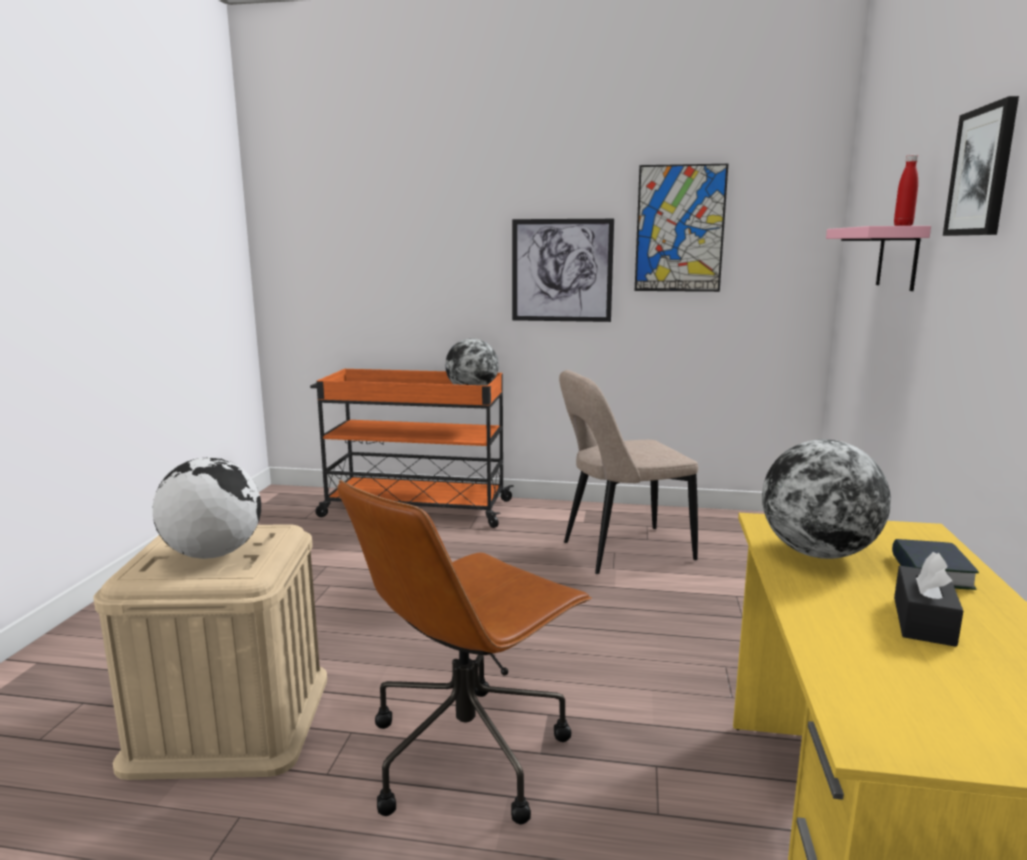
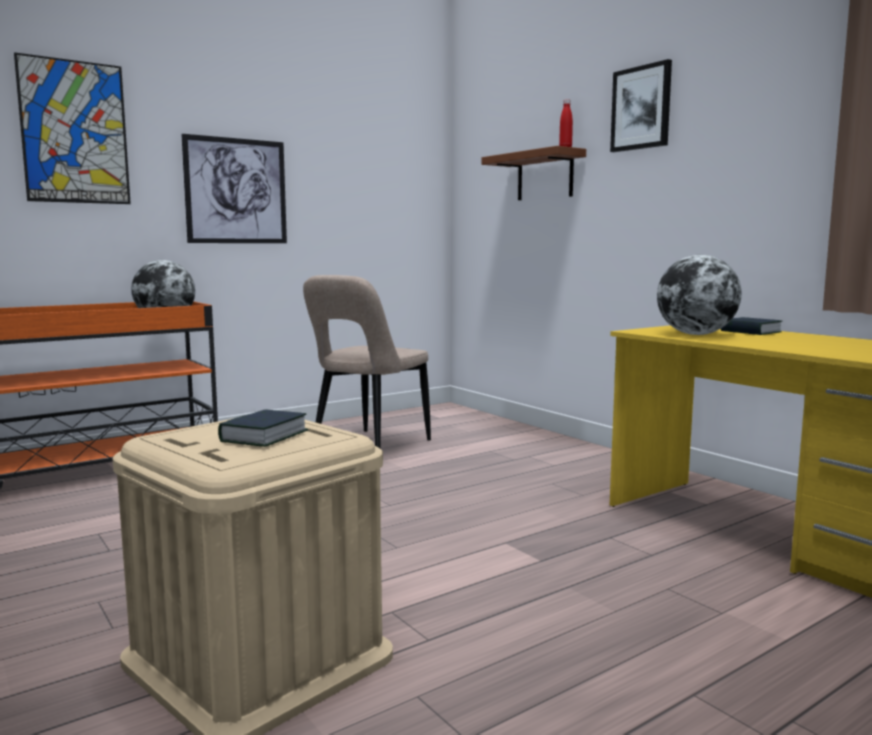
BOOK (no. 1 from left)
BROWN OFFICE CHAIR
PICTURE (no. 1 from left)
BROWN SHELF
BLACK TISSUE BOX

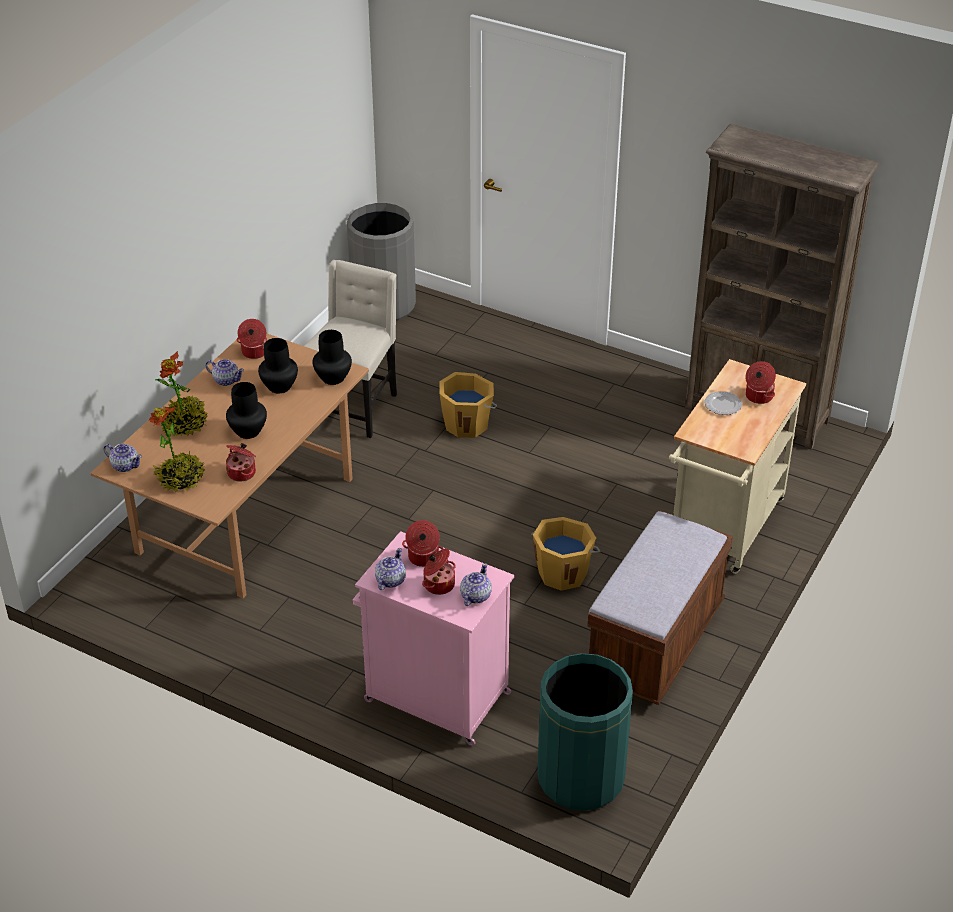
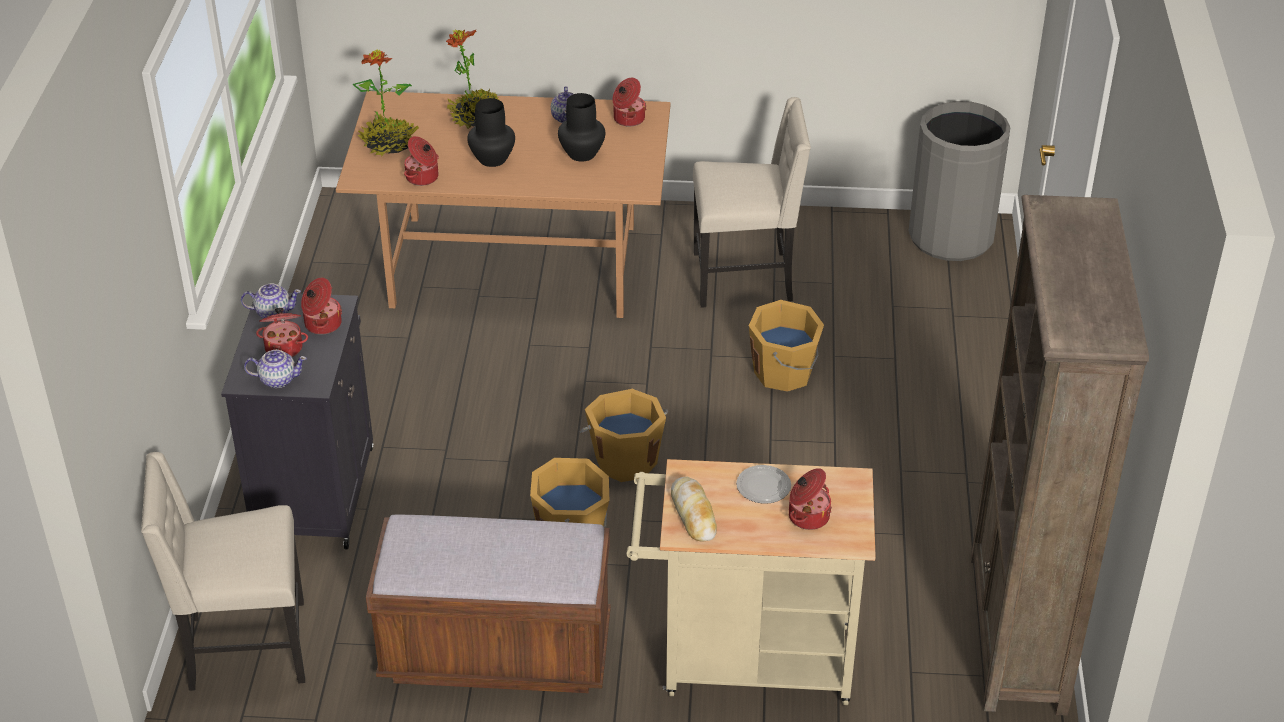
TEAPOT (no. 1 from left in the first image)
BLACK VASE (no. 3 from left in the first image)
BLACK CABINET
BEIGE CHAIR (no. 1 from left)
ORANGE BUCKET (no. 2 from left)
BREAD

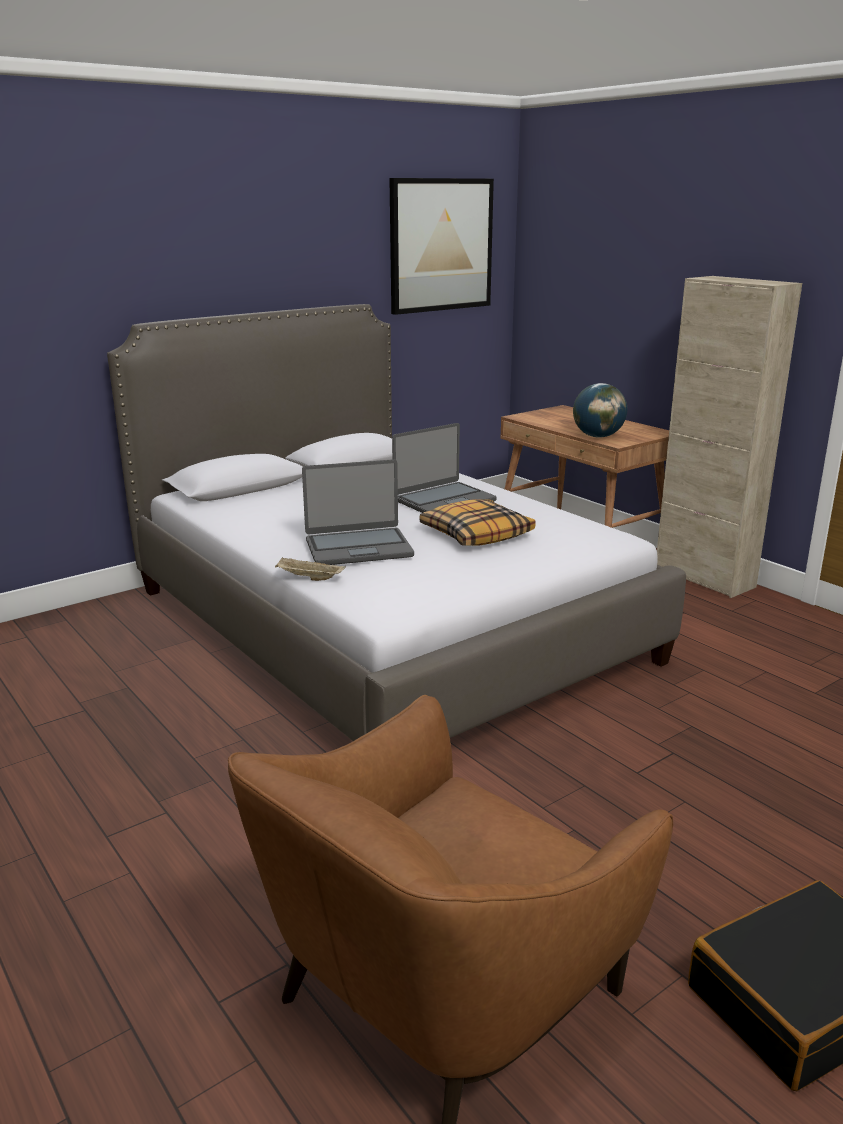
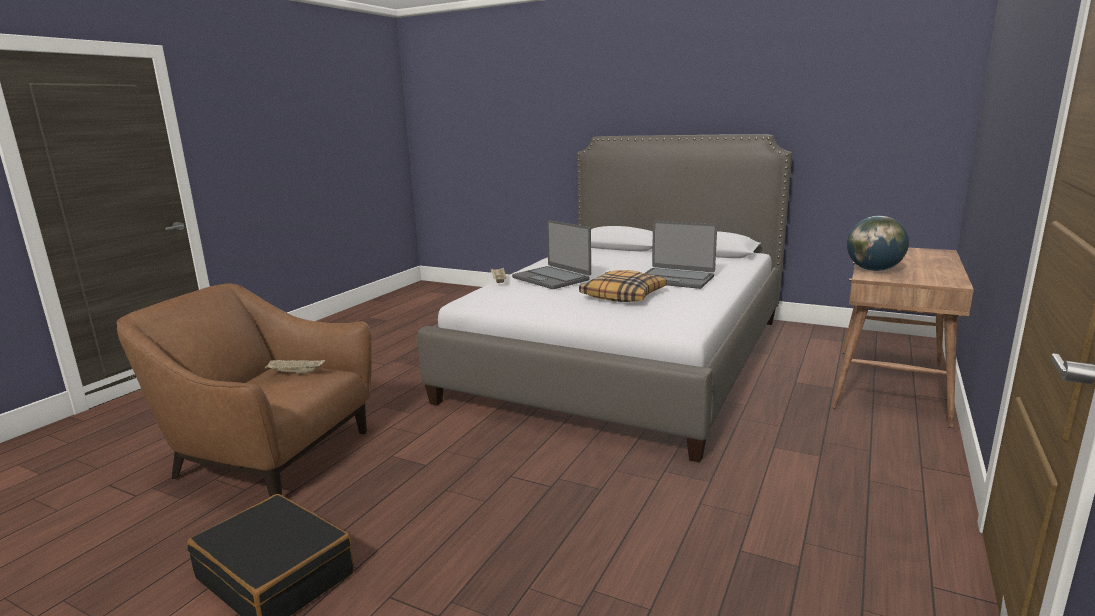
PICTURE
BEIGE CABINET
BEIGE TRAY (no. 1 from left)

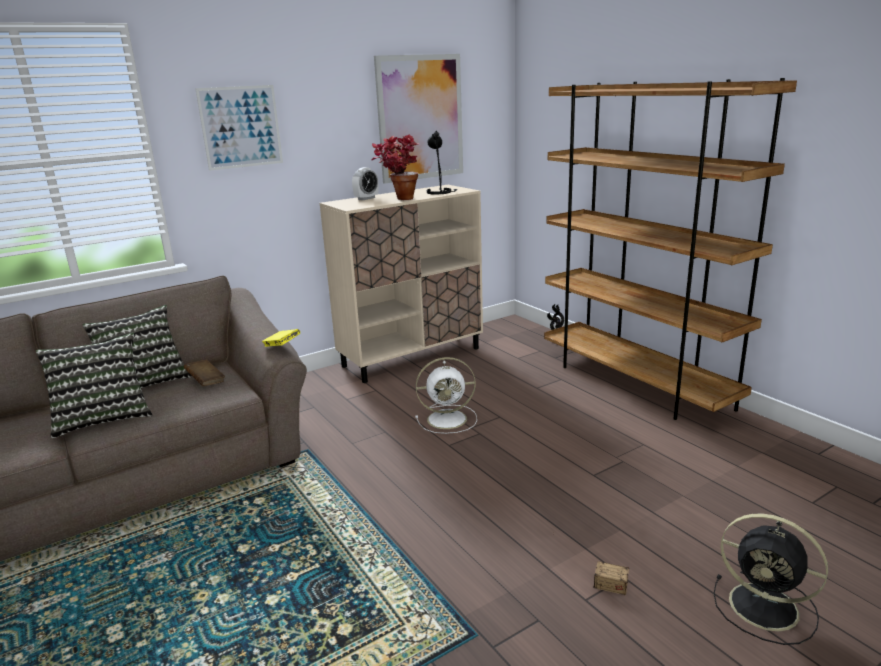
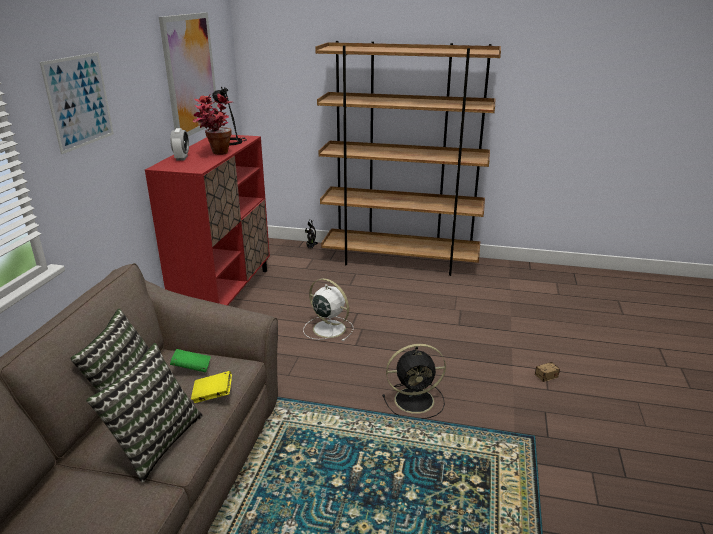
GREEN BOOK
YELLOW BOOK
RED CABINET
WHITE FAN
BLACK FAN

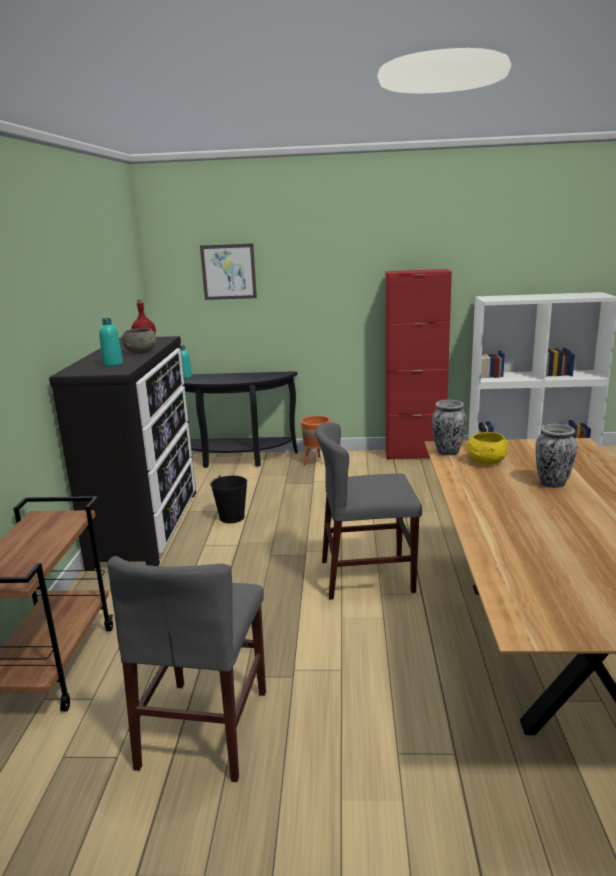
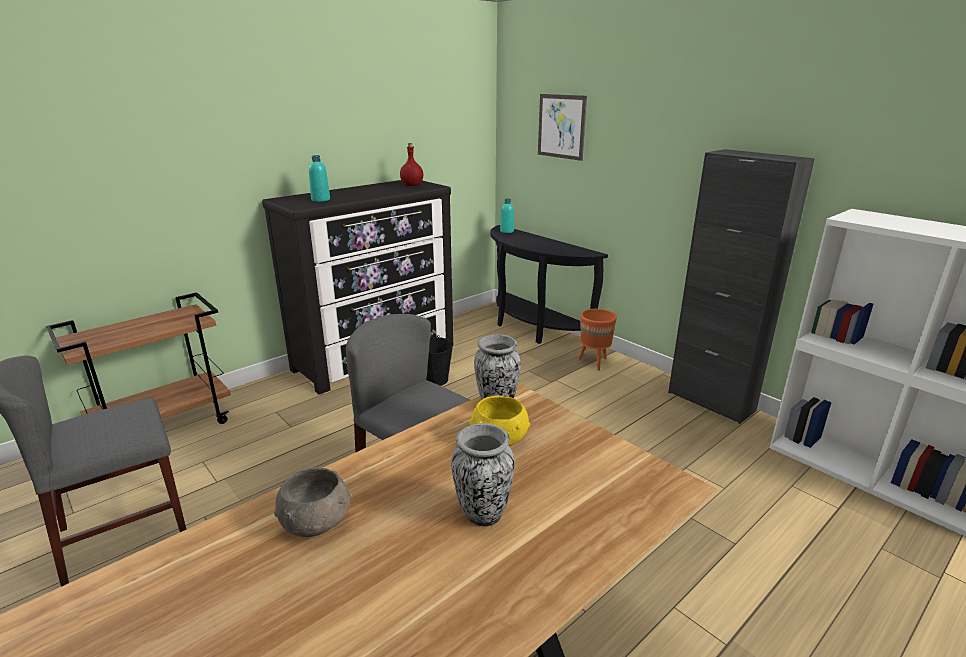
GREY BOWL
BLACK CABINET

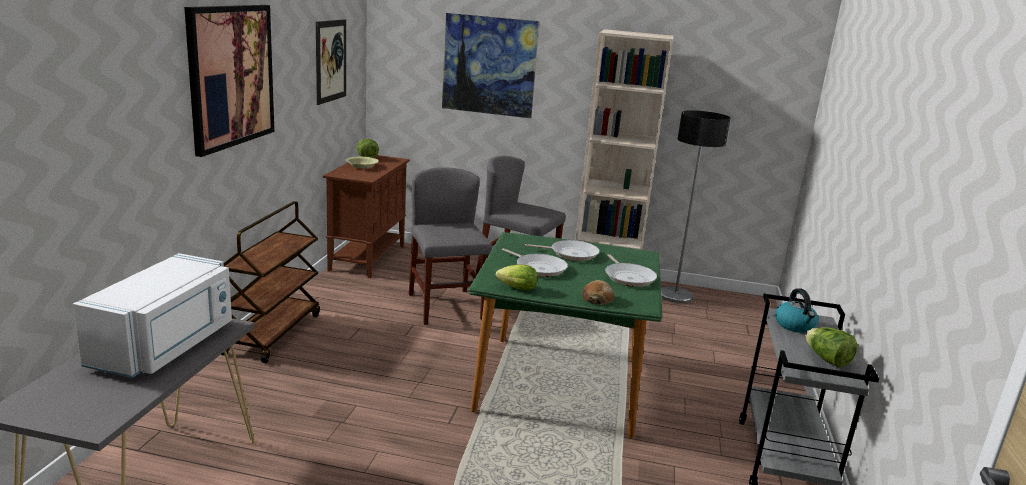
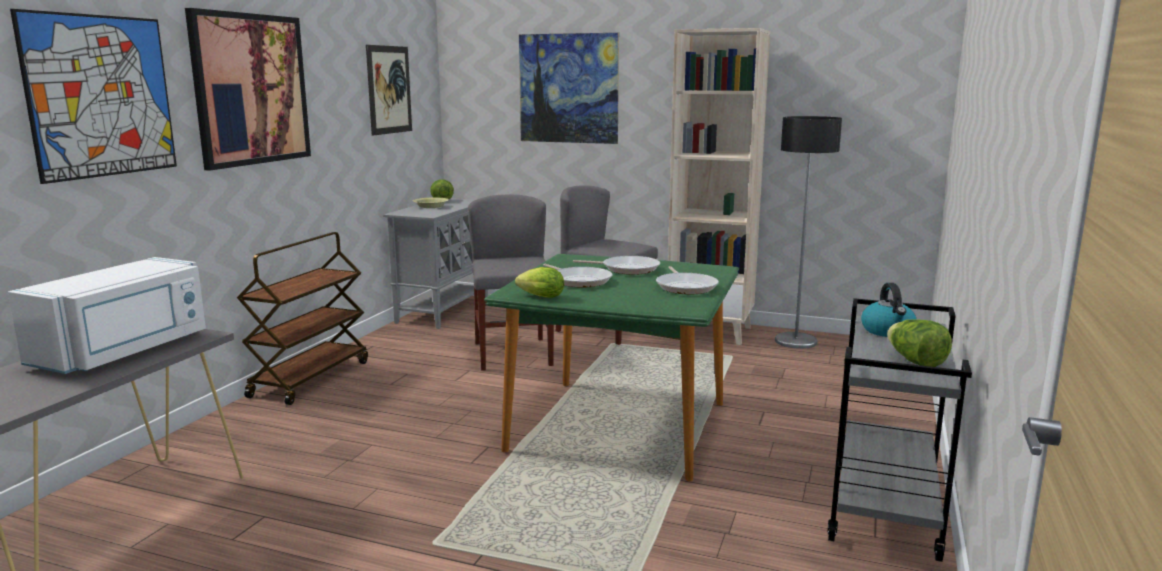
GREY CABINET
BREAD
PICTURE (no. 1 from left)

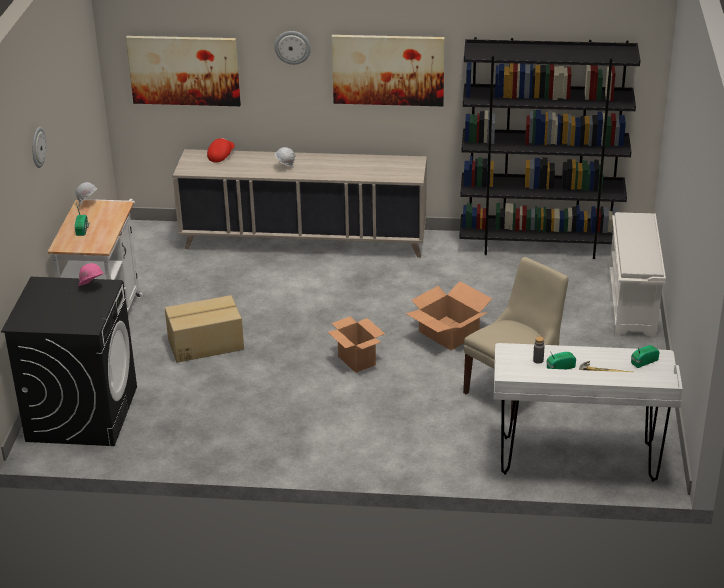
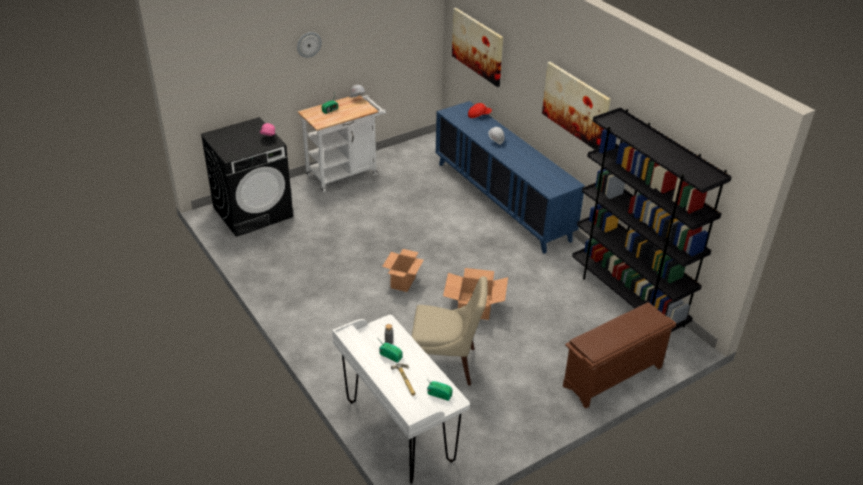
CARDBOARD BOX (no. 1 from left in the first image)
BLUE CABINET
WALL CLOCK (no. 2 from left in the first image)
BROWN SHOE RACK

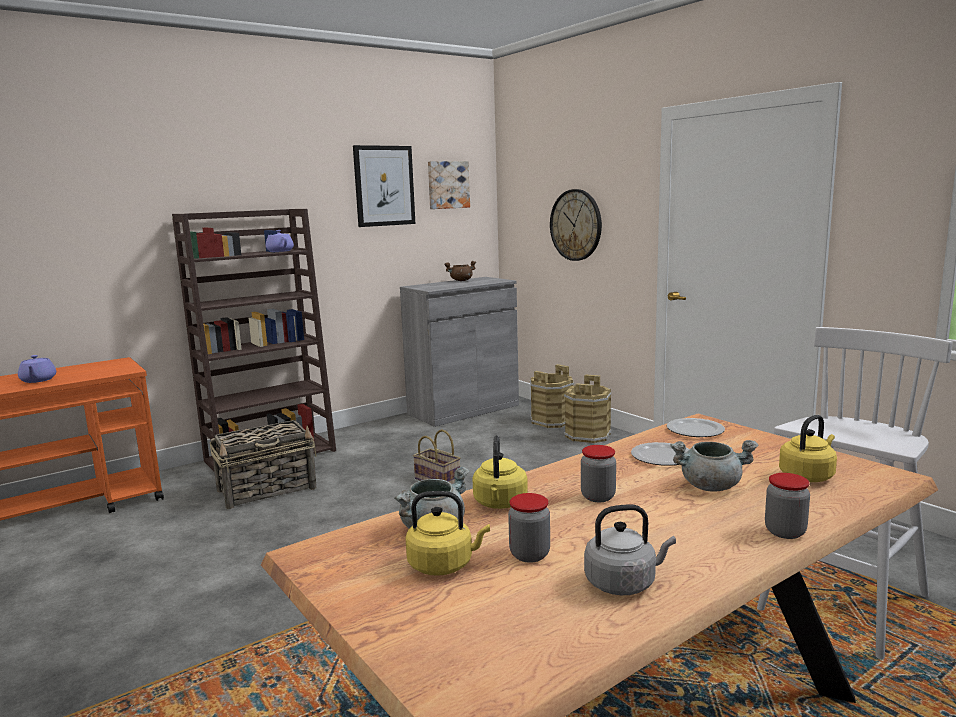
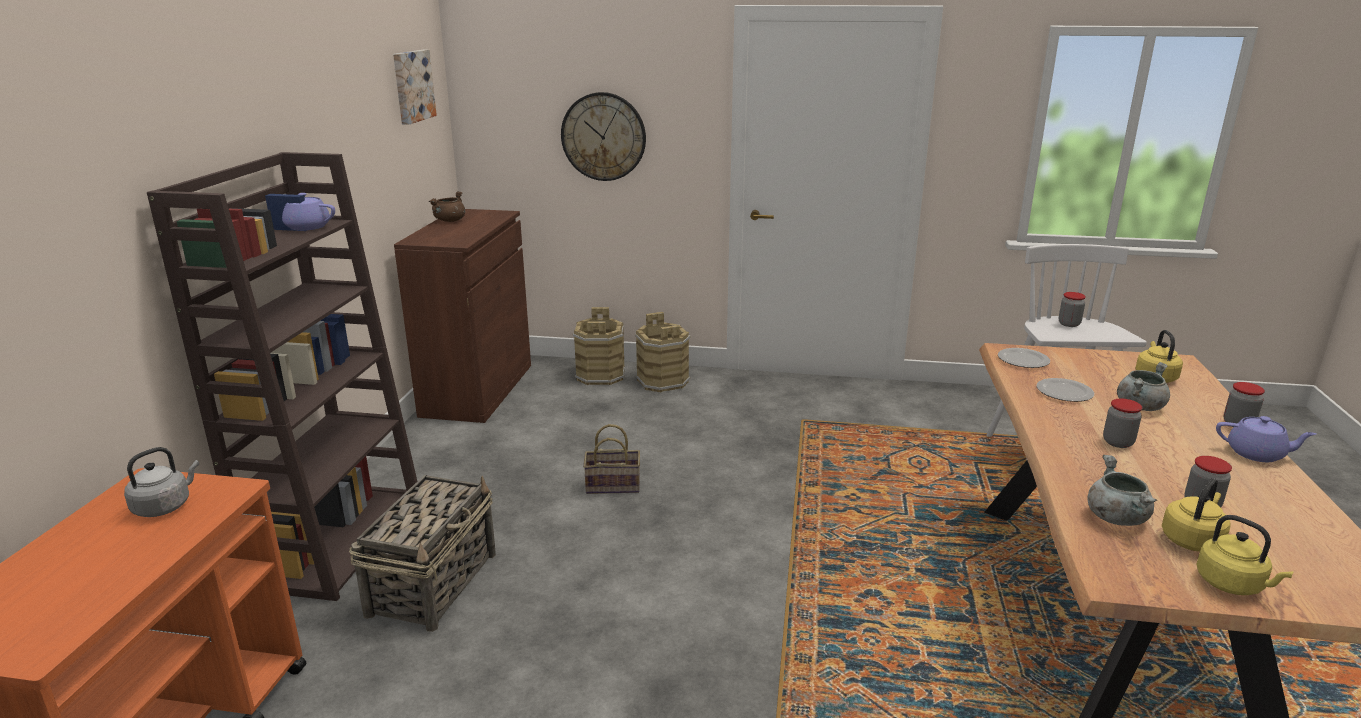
PURPLE TEAPOT (no. 2 from left)
PICTURE (no. 1 from left in the first image)
BROWN CABINET
YELLOW KETTLE (no. 3 from left)
GREY KETTLE
JAR (no. 1 from left)

